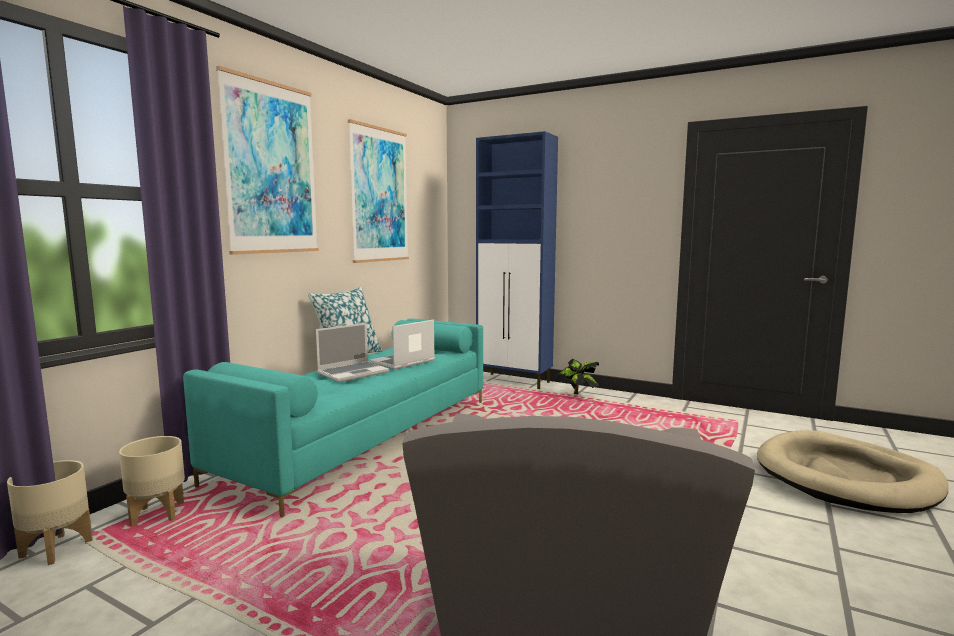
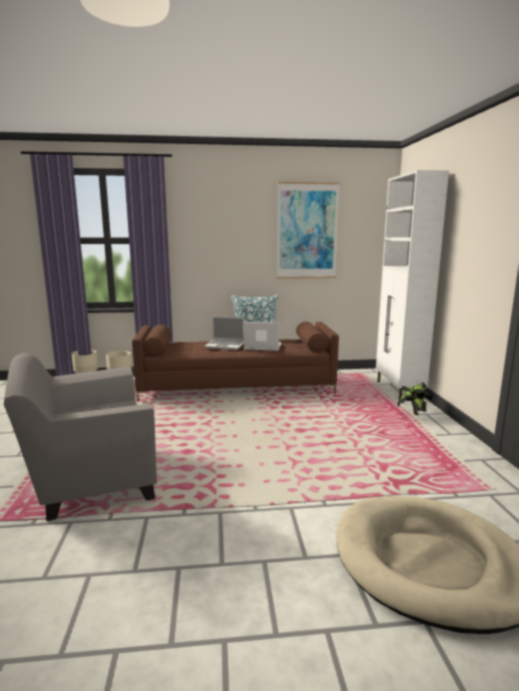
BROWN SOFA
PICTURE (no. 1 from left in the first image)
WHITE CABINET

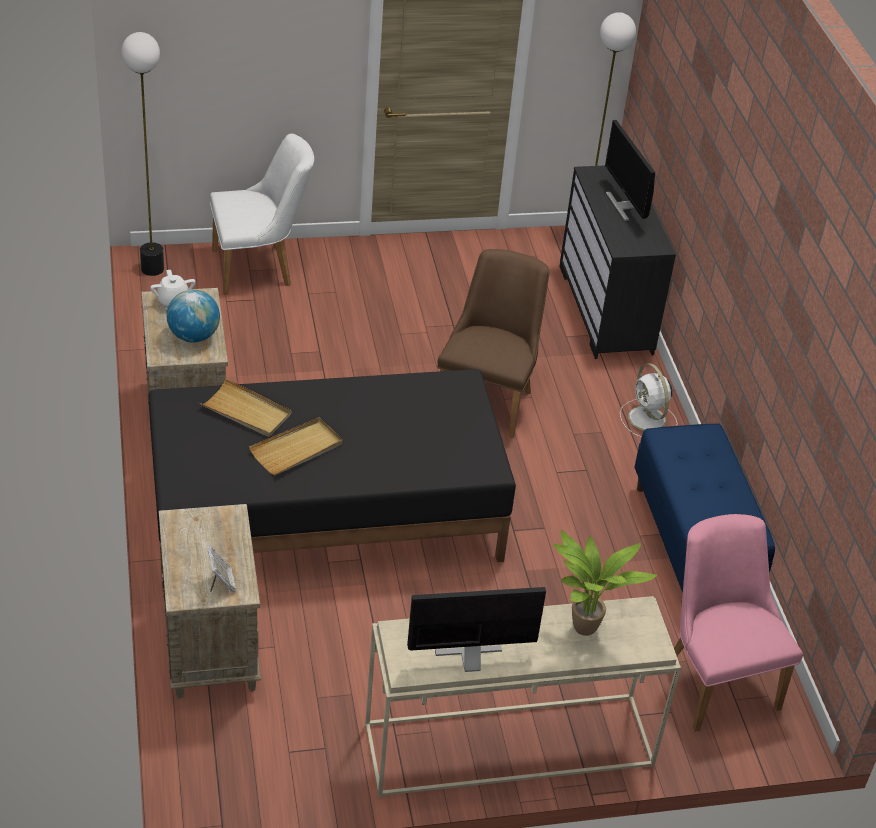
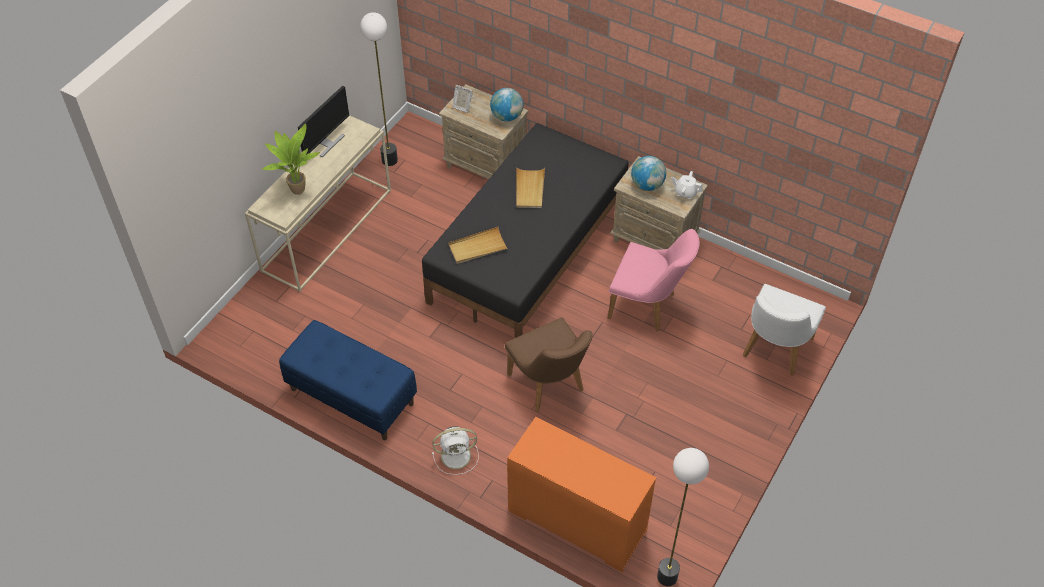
FLOOR LAMP (no. 1 from left)
BEIGE TRAY (no. 1 from left)
ORANGE DRESSER
MONITOR (no. 2 from left in the first image)
WHITE FAN
PINK CHAIR
GLOBE (no. 1 from left)

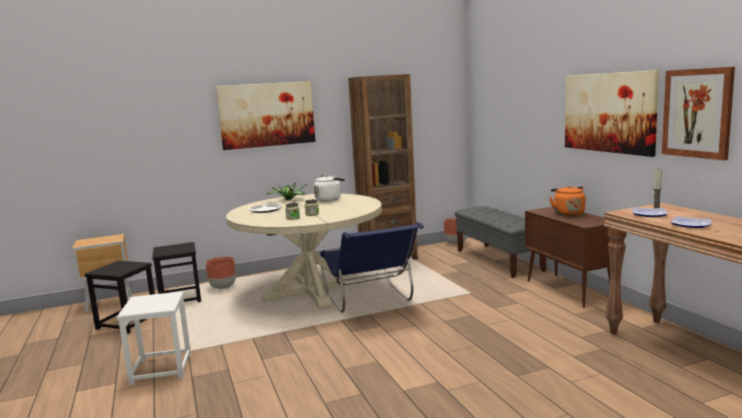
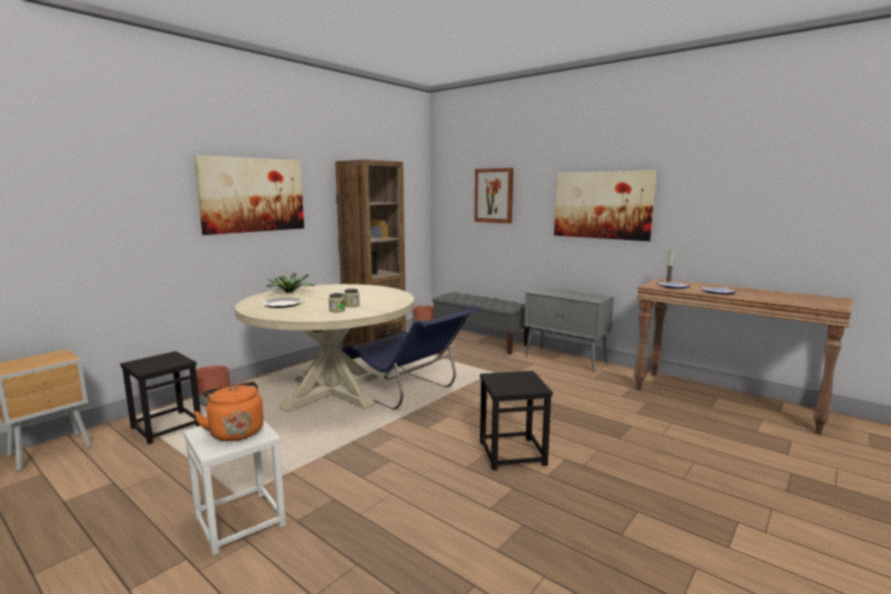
BLACK STOOL (no. 2 from left)
WHITE KETTLE
GREY CABINET
ORANGE KETTLE
PICTURE (no. 2 from left)

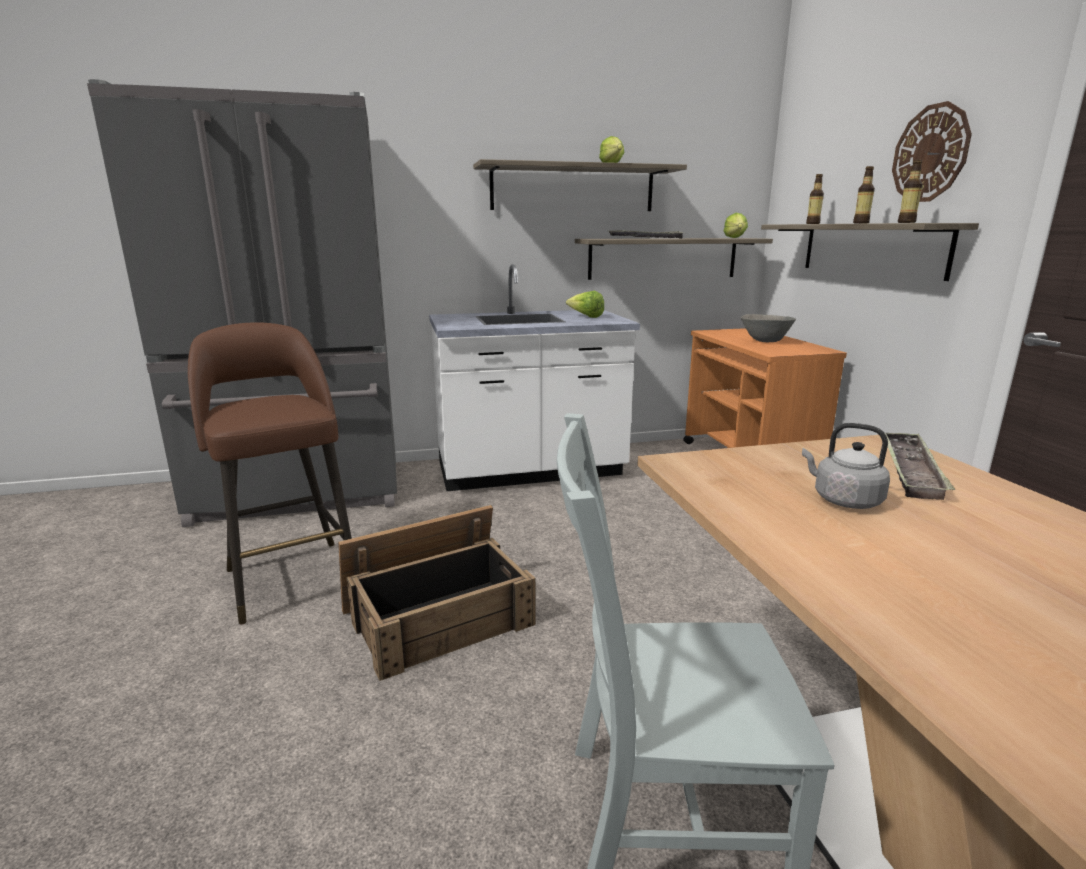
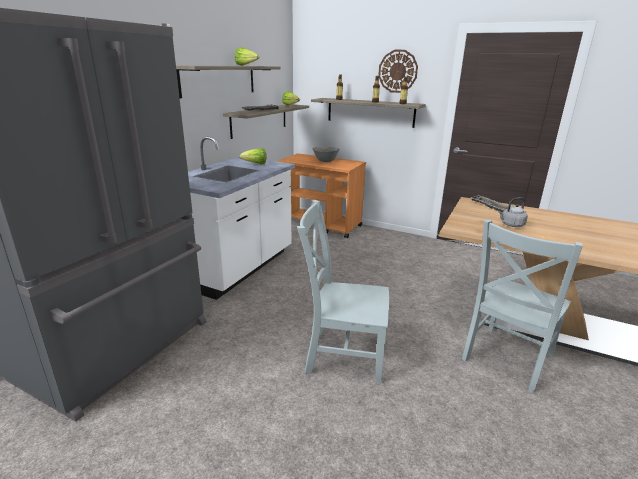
BROWN STOOL
GREY CHAIR (no. 1 from left)

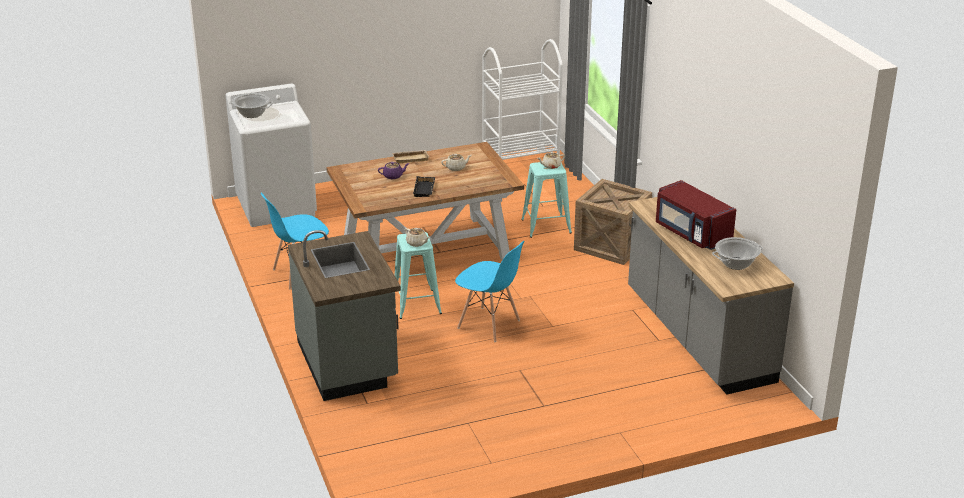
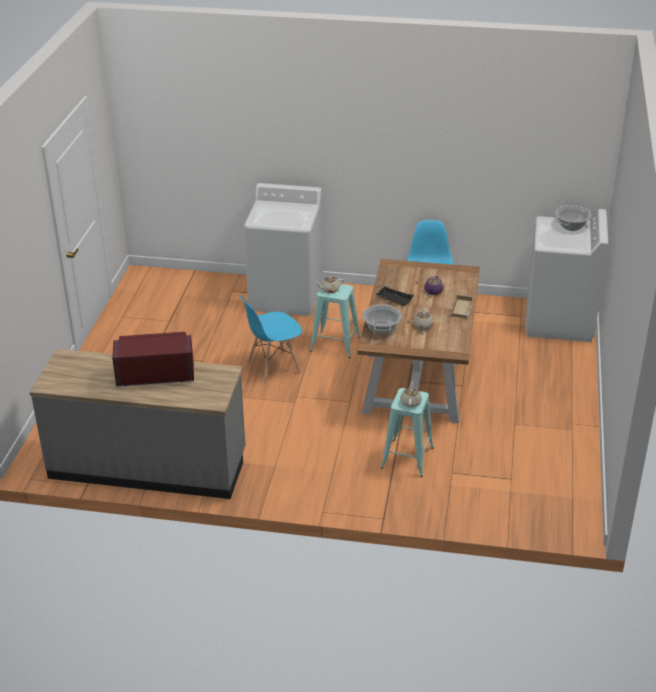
WHITE WASHING MACHINE (no. 1 from left)
WHITE CART
CRATE
COOKING POT (no. 1 from left)

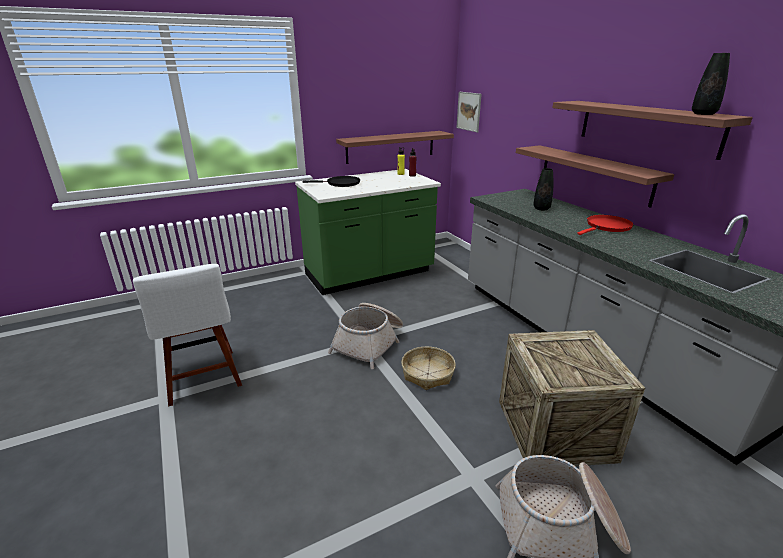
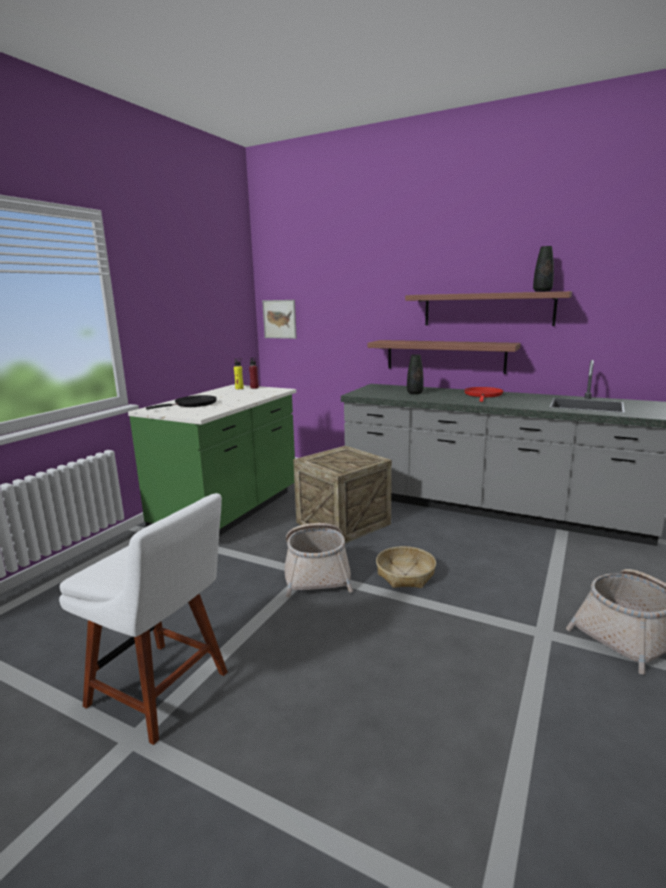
SHELF (no. 1 from left in the first image)
CRATE

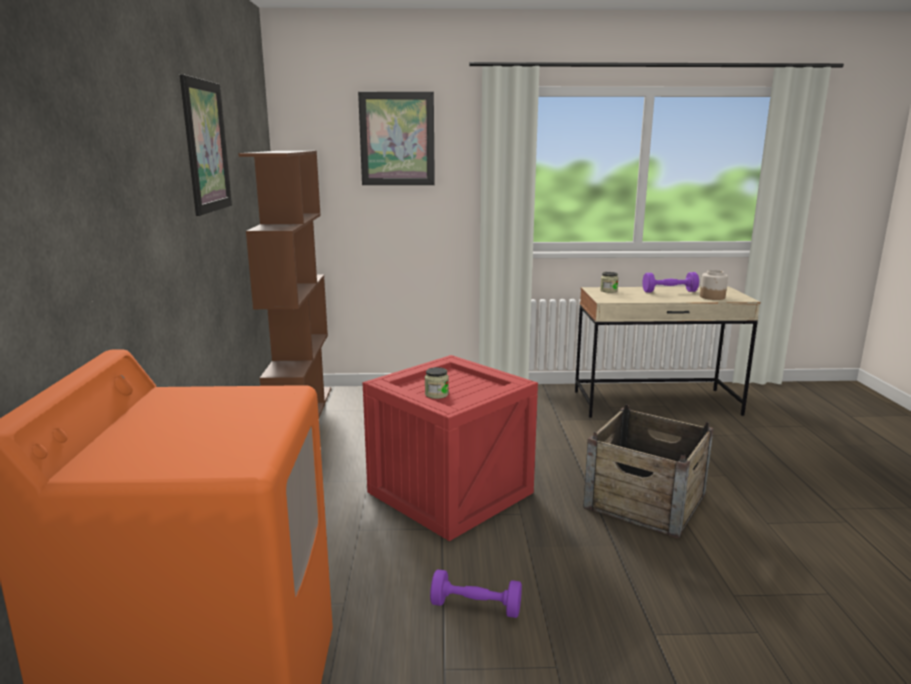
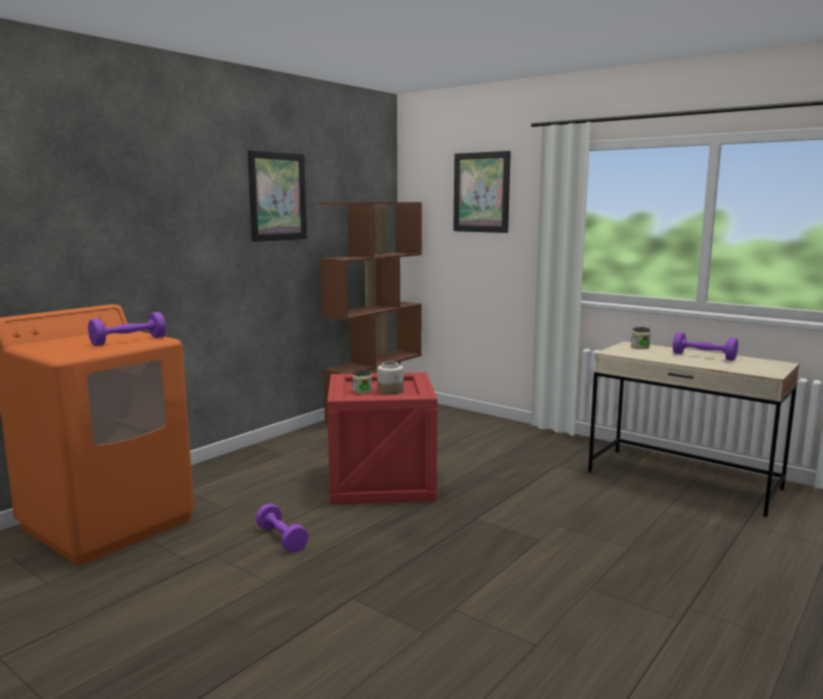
CRATE (no. 2 from left in the first image)
JAR (no. 2 from left)
PURPLE DUMBBELL (no. 1 from left)

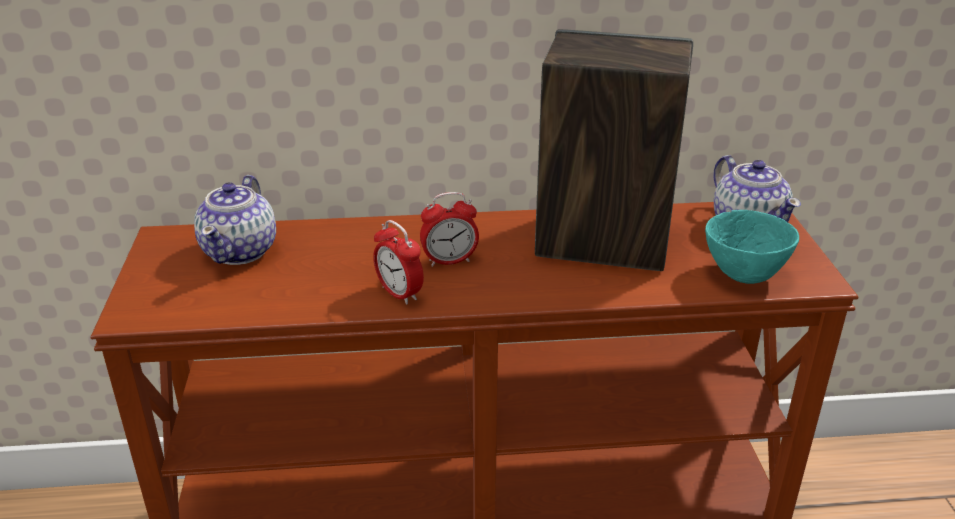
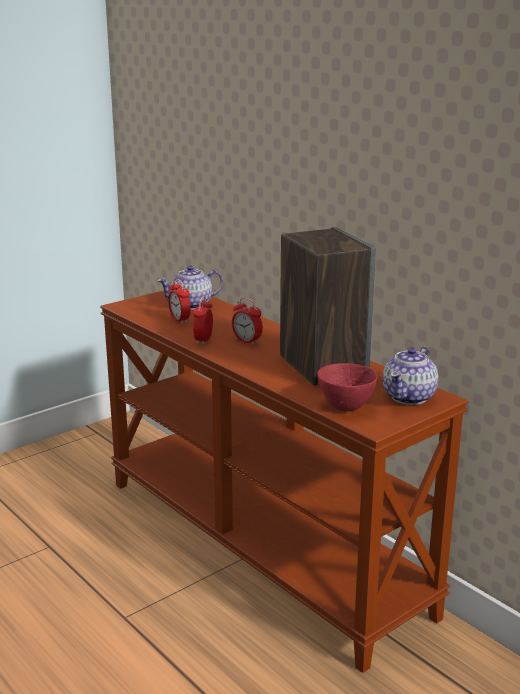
RED BOWL
ALARM CLOCK (no. 1 from left)

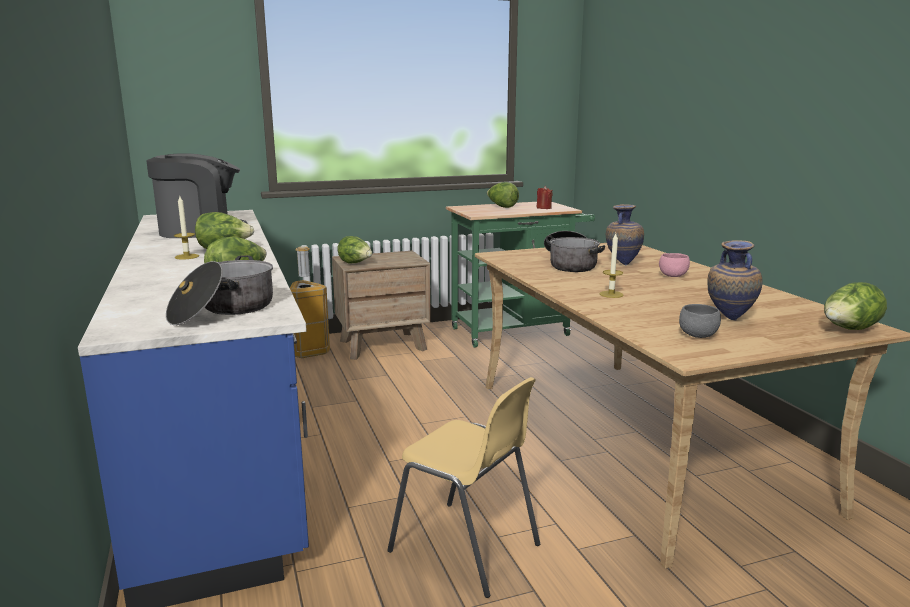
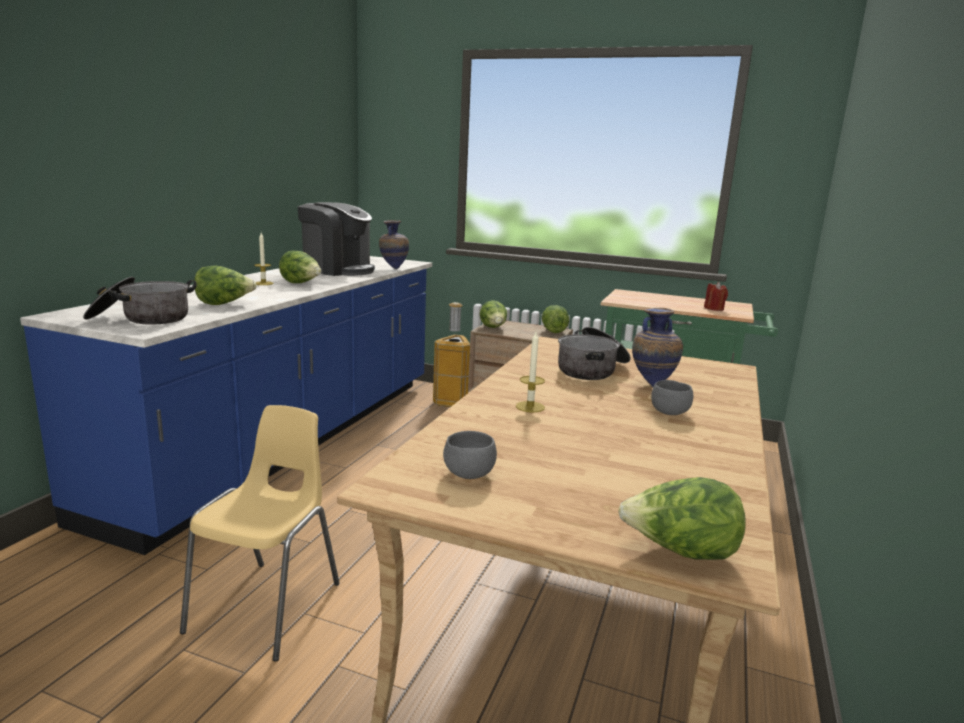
YELLOW CHAIR
LETTUCE (no. 4 from left)
GREY BOWL (no. 2 from left)
VASE (no. 1 from left)

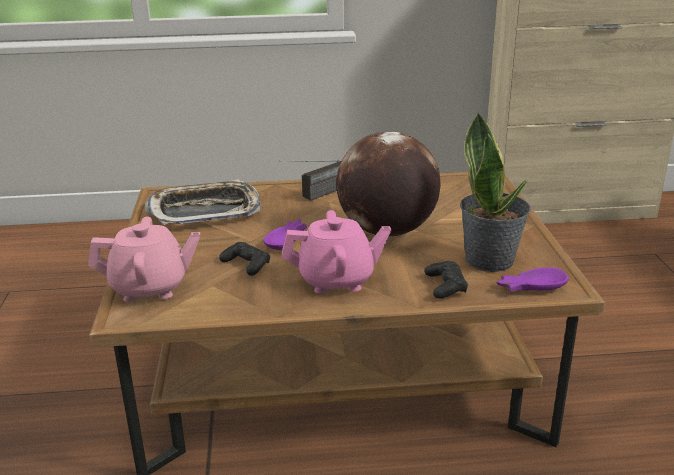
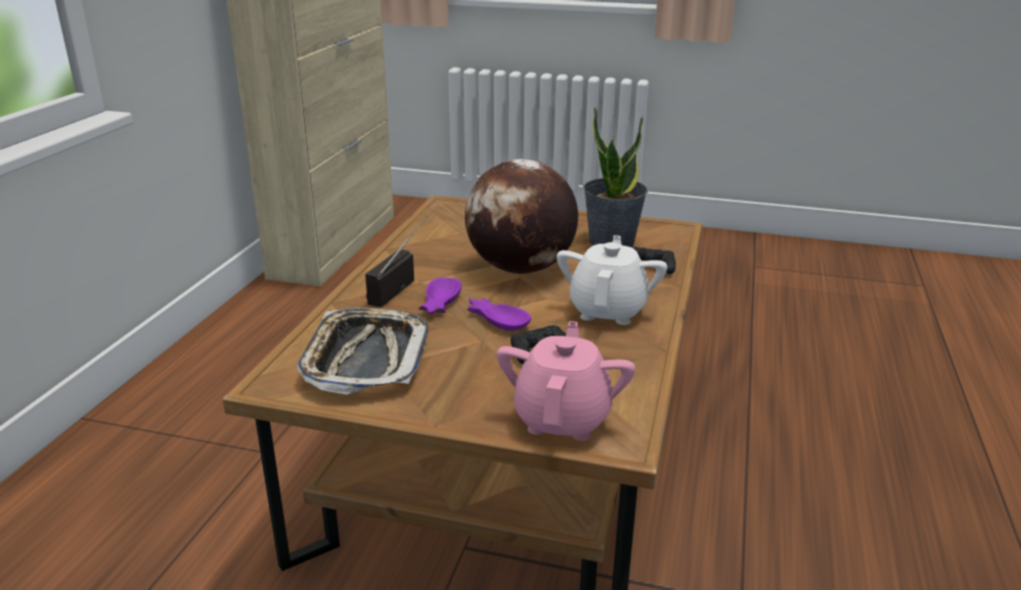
RADIO
WHITE TEAPOT
PURPLE BOWL (no. 1 from left)

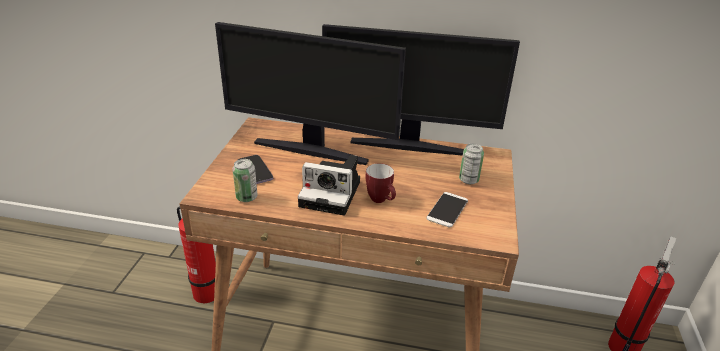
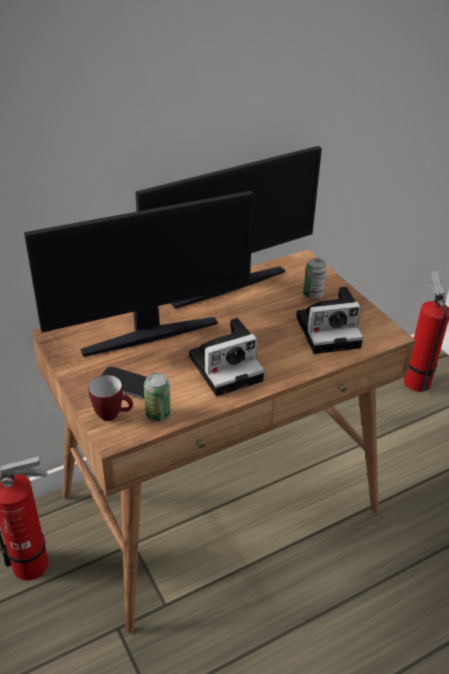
MUG
PHOTO CAMERA (no. 2 from left)

